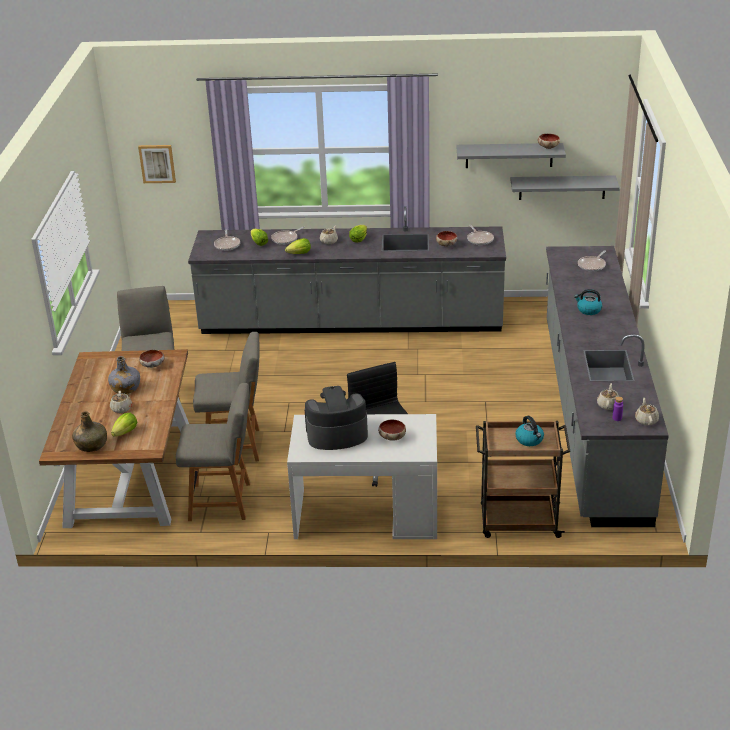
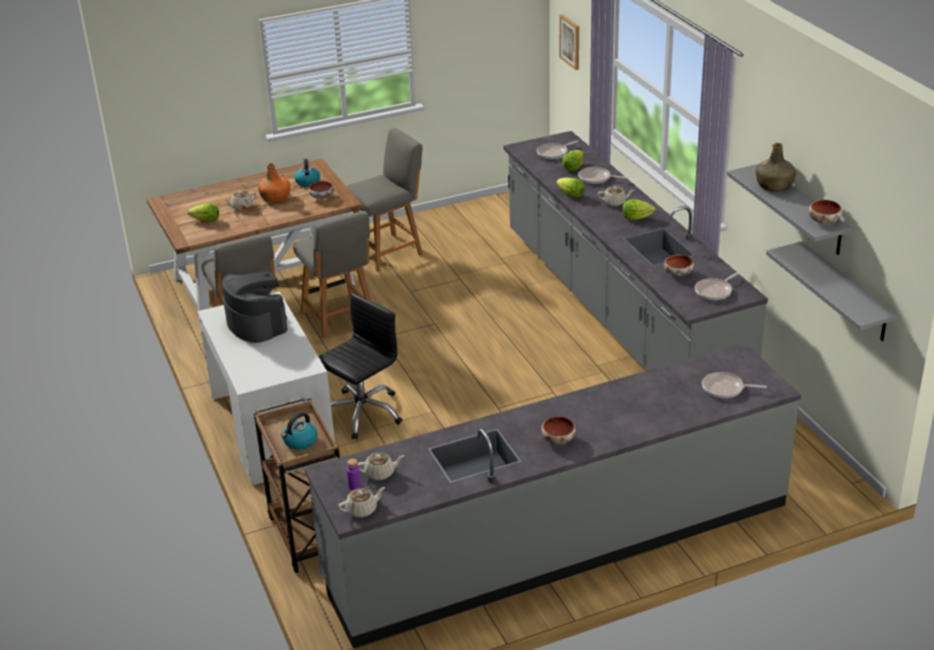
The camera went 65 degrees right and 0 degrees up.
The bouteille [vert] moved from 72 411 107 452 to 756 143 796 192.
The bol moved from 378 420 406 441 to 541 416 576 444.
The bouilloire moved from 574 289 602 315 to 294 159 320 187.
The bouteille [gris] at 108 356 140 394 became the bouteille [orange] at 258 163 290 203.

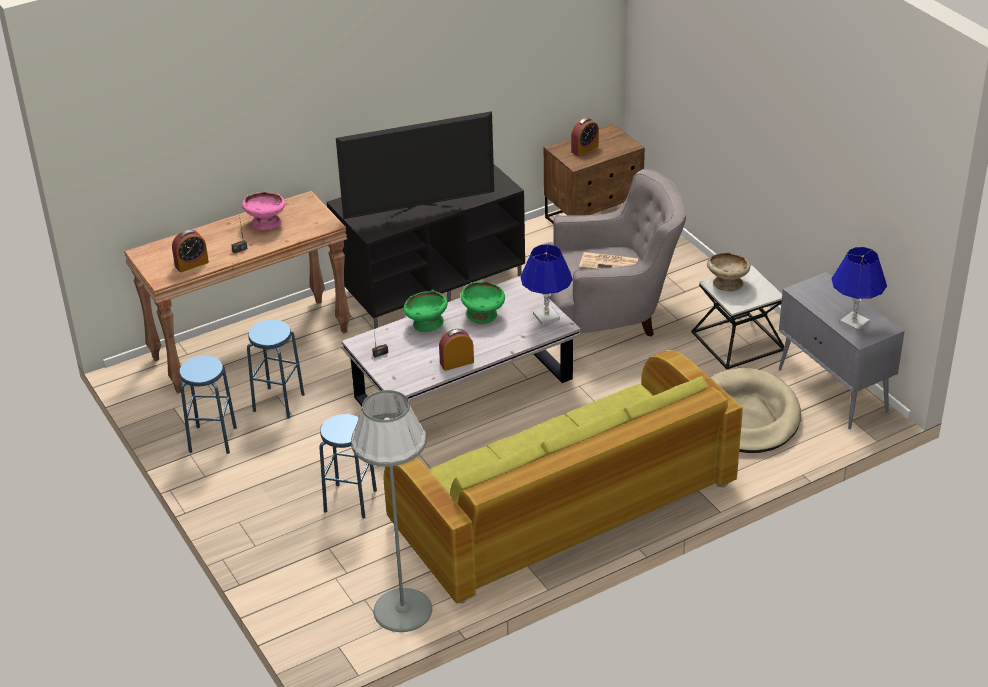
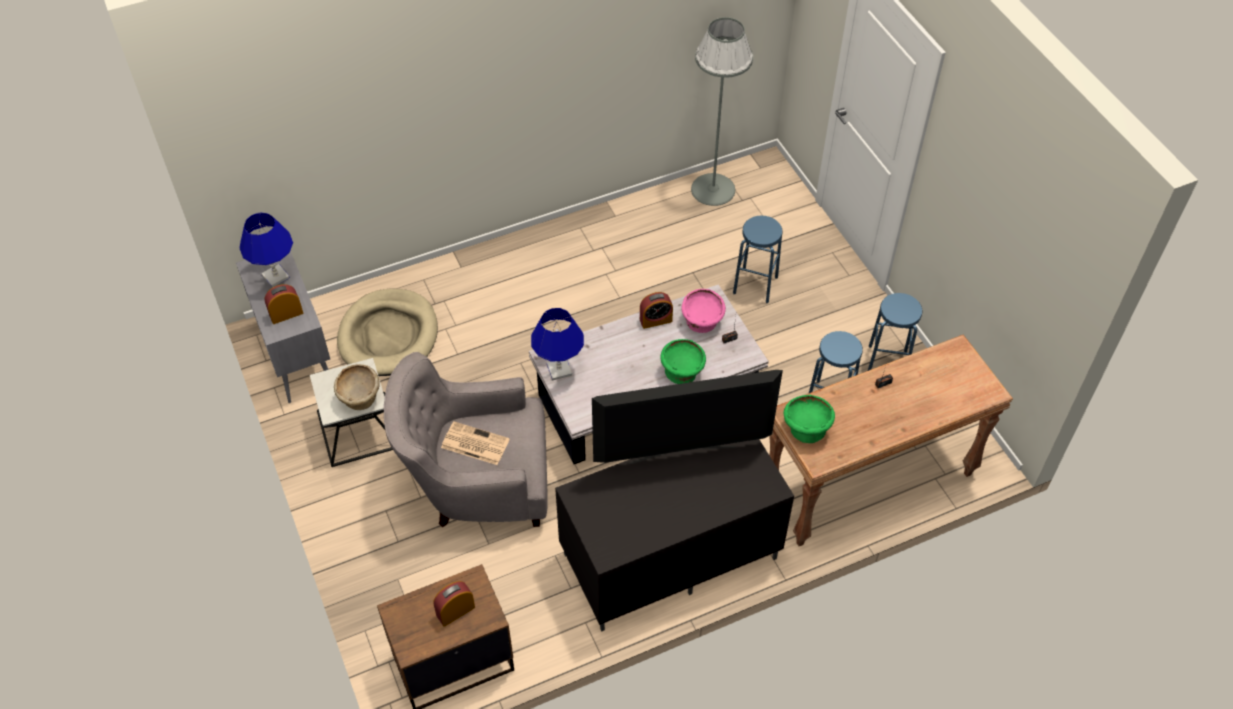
The camera went 175 degrees left and 15 degrees up.
The canapé [vert] at 384 350 743 604 disappeared.
The réveil moved from 172 230 209 273 to 264 284 303 324.
The bol [rose] moved from 242 191 286 230 to 681 289 726 333.
The bol [vert] moved from 460 281 505 324 to 784 395 835 443.

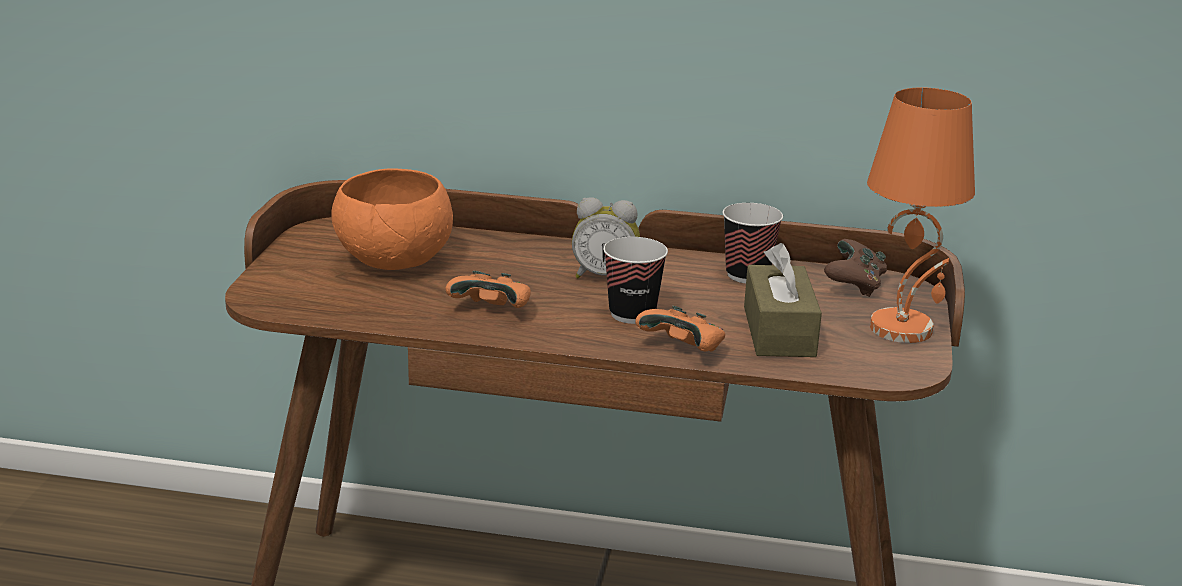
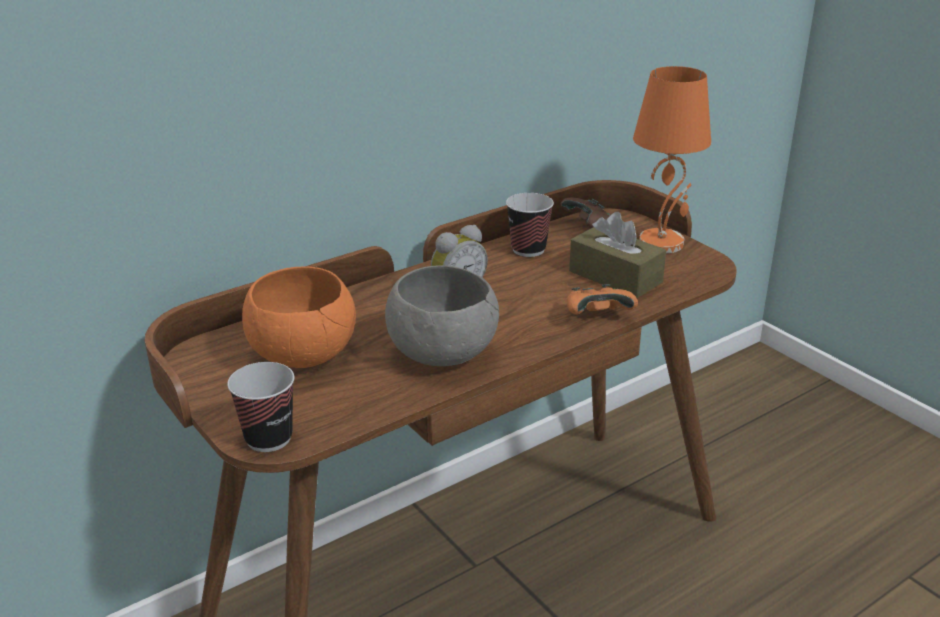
The camera went 45 degrees left and 5 degrees up.
The tasse moved from 603 237 668 324 to 227 362 294 452.
The manette [orange] at 445 271 531 308 was replaced by the bol [gris] at 385 265 499 366.

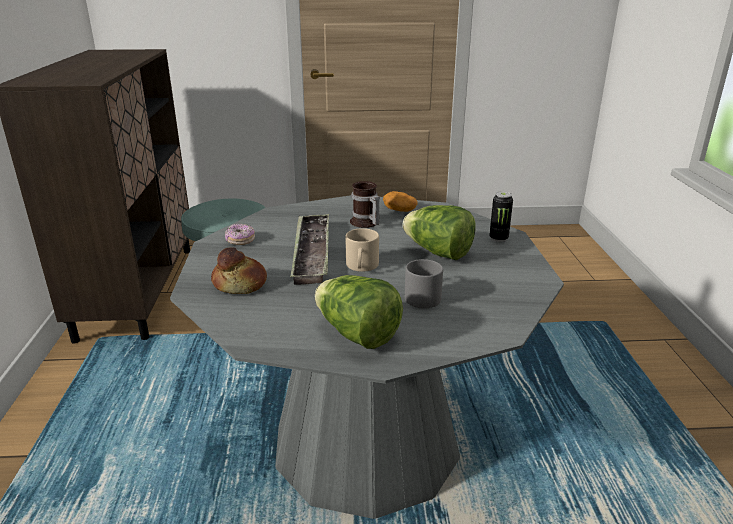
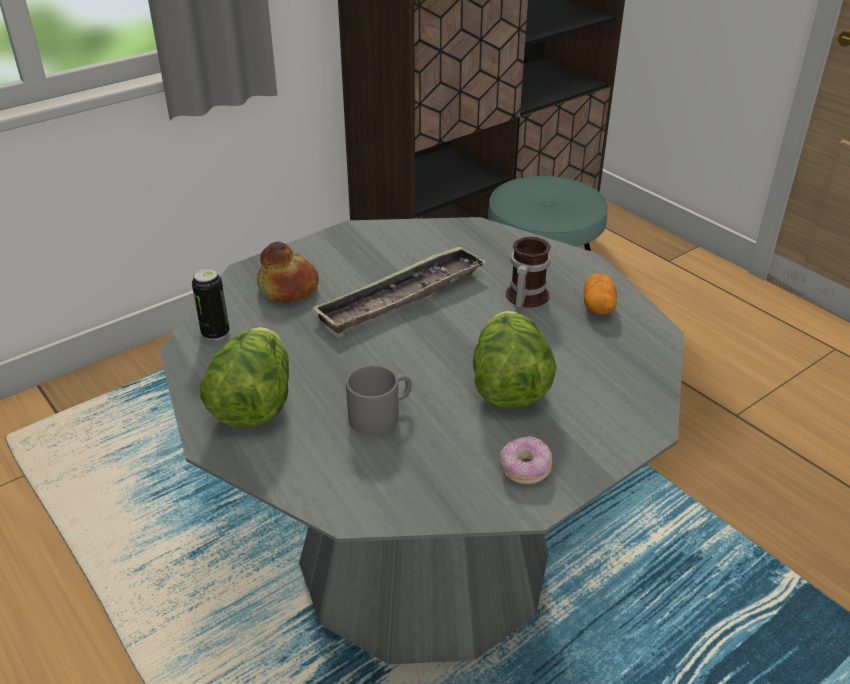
The camera went 55 degrees right and 10 degrees up.
The mug [beige] at 346 228 379 272 disappeared.
The beignet moved from 225 224 255 245 to 500 436 552 484.
The boîte métallique moved from 489 191 513 242 to 192 268 230 341.

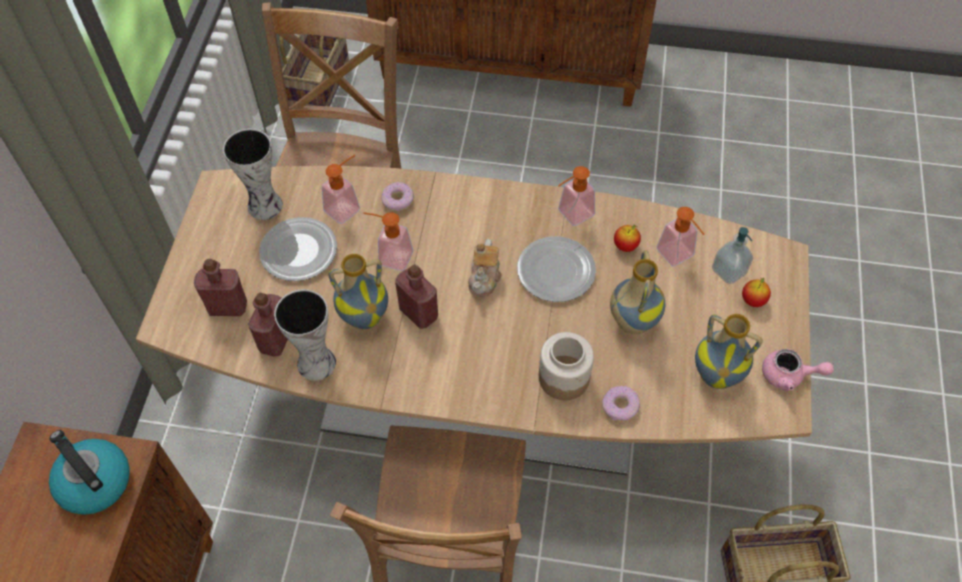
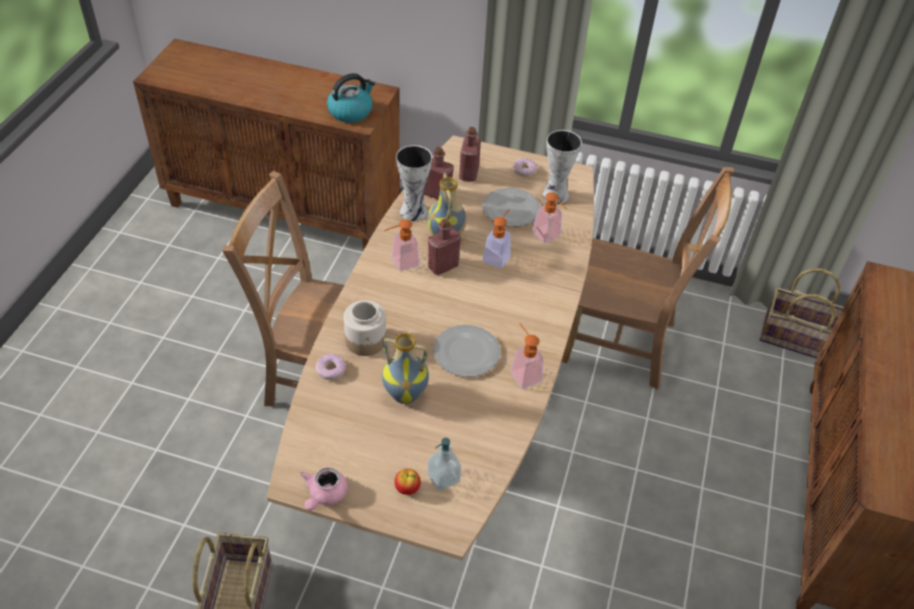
The camera went 95 degrees right and 10 degrees down.
The théière at 468 239 501 297 disappeared.
The pomme at 614 225 641 252 disappeared.
The vase at 695 314 763 389 disappeared.
The beignet moved from 381 182 414 211 to 513 158 538 177.
The distributeur de savon moved from 657 207 704 266 to 384 220 420 271.

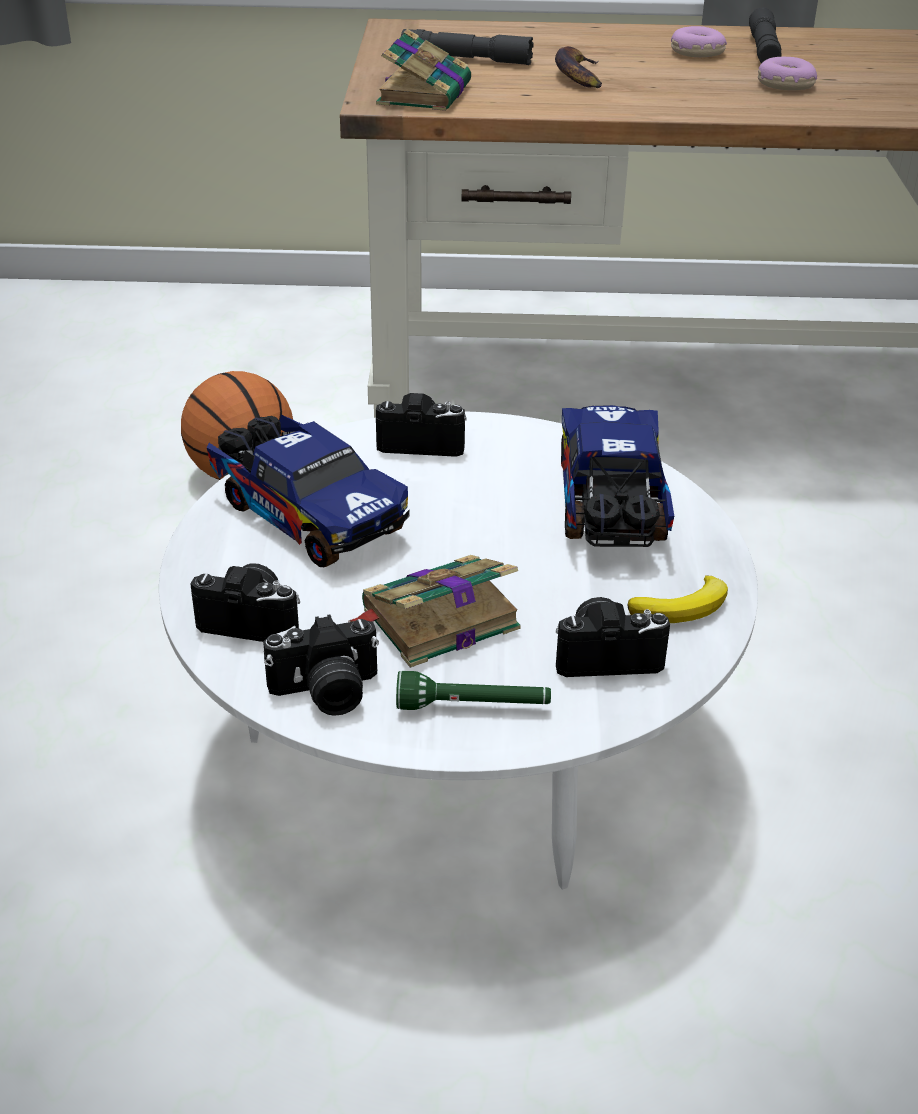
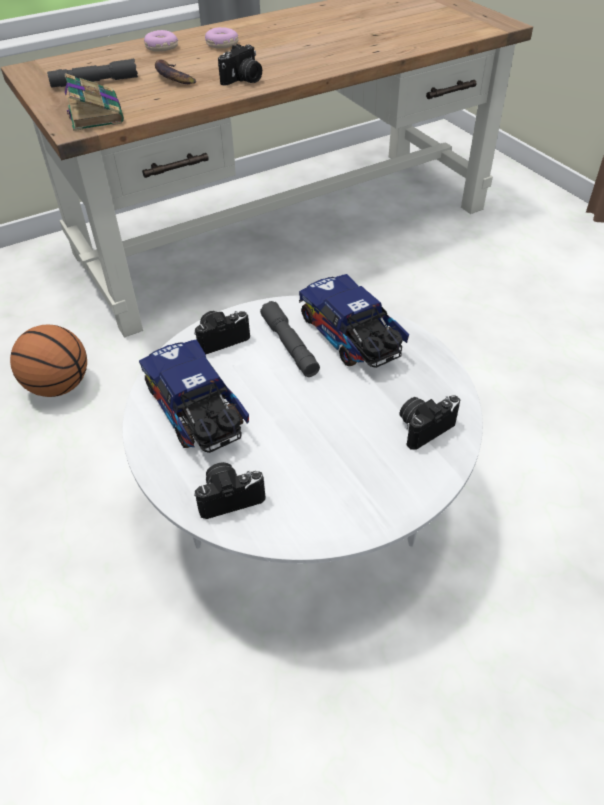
The camera went 30 degrees left and 10 degrees up.
The livre at 348 555 521 668 disappeared.
The lampe de poche [vert] at 396 671 551 710 disappeared.
The banane at 628 575 728 623 disappeared.
The appareil photo moved from 263 614 379 716 to 218 44 262 86.
The lampe de poche [gris] moved from 749 7 782 64 to 260 301 320 377.
The beignet moved from 758 57 817 90 to 144 30 178 52.
The camion jouet at 207 415 409 568 turned 135 degrees counterclockwise.

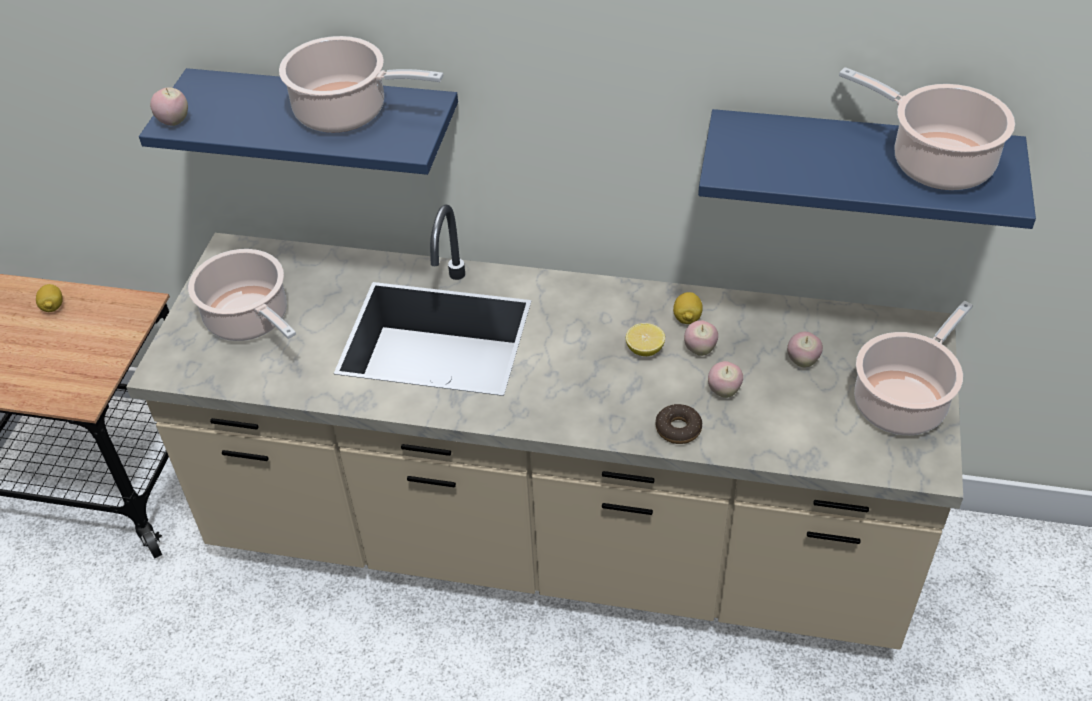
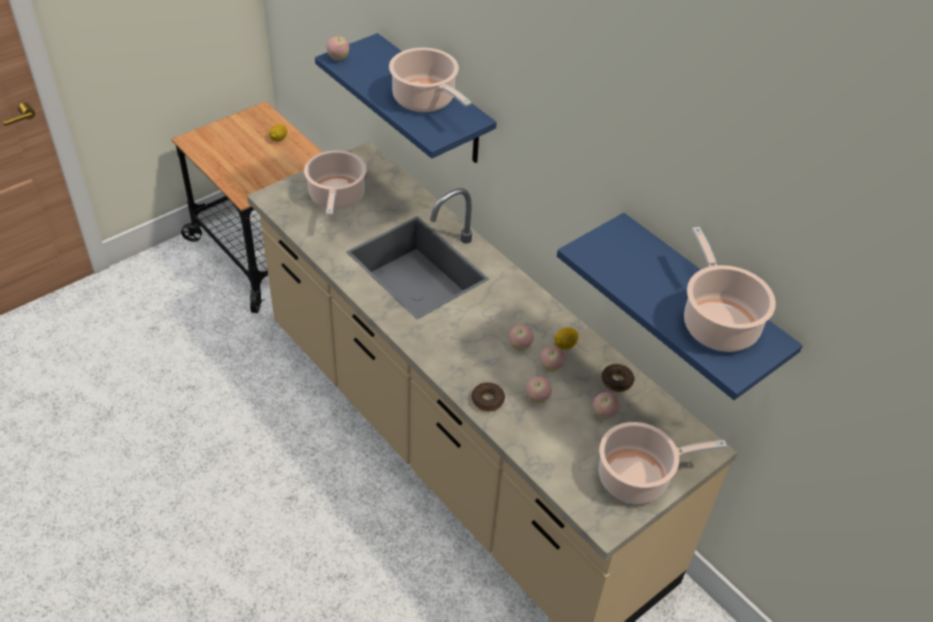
The camera went 35 degrees right and 0 degrees up.
The beignet at 602 364 634 392 appeared.
The citron at 626 323 665 356 was replaced by the pomme at 509 325 534 351.

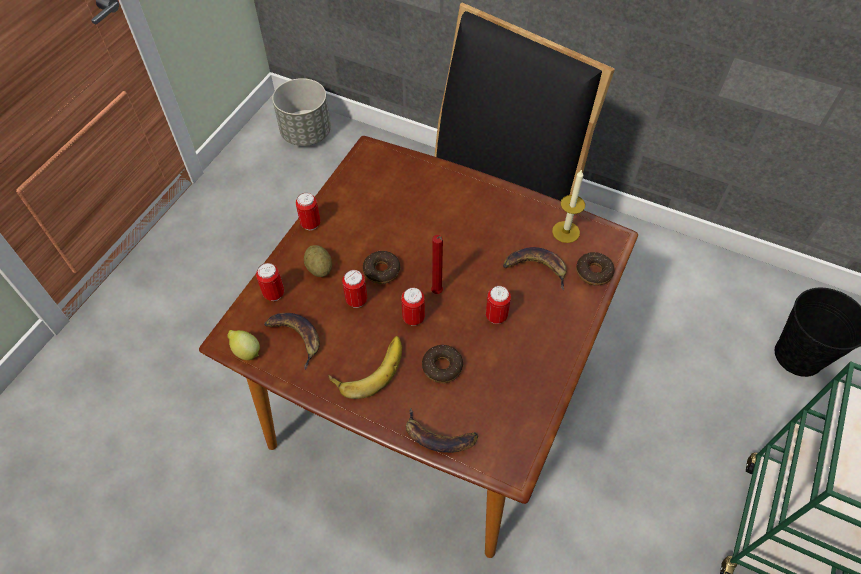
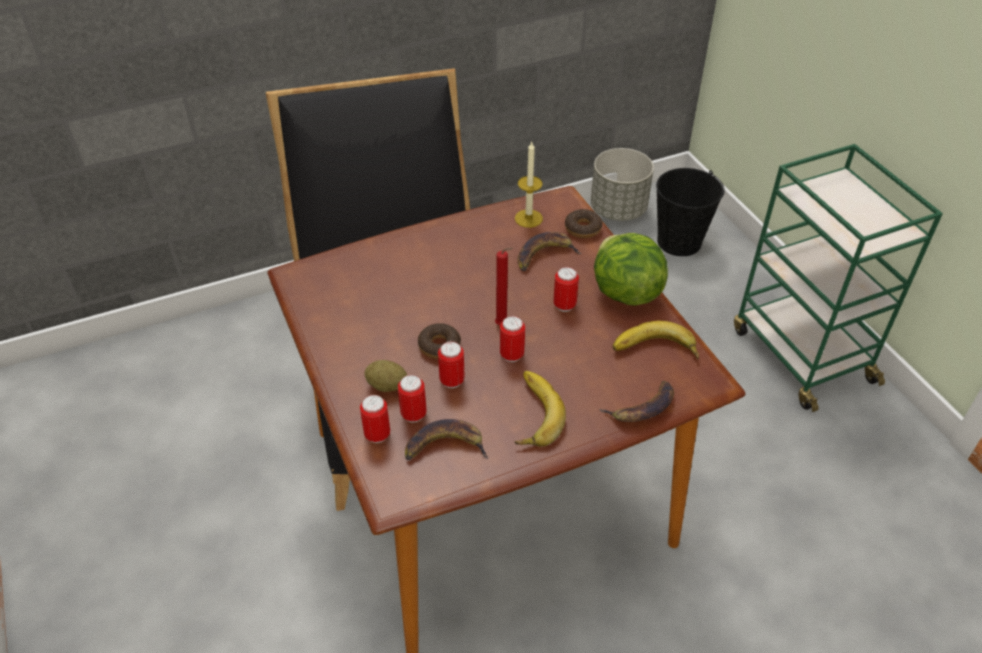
The camera went 50 degrees left and 10 degrees down.
The citron at 227 330 260 360 disappeared.
The beignet at 422 345 463 383 disappeared.
The laitue at 594 233 668 306 appeared.
The banane at 613 321 699 360 appeared.
The cache-pot [gris] moved from 272 78 331 146 to 591 148 654 221.
The boîte métallique moved from 296 193 321 230 to 398 375 427 422.

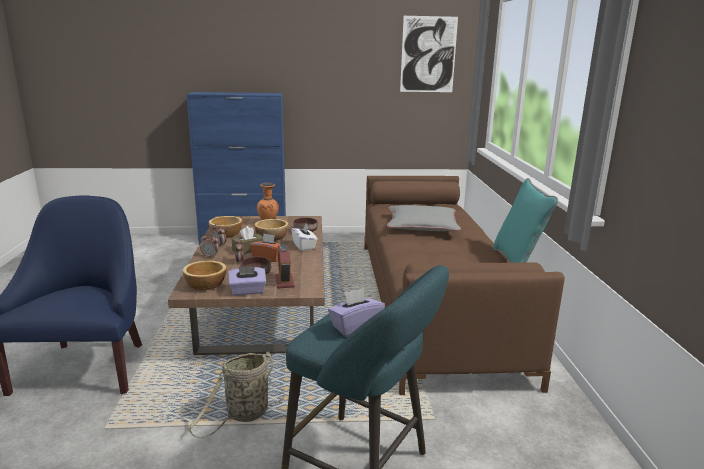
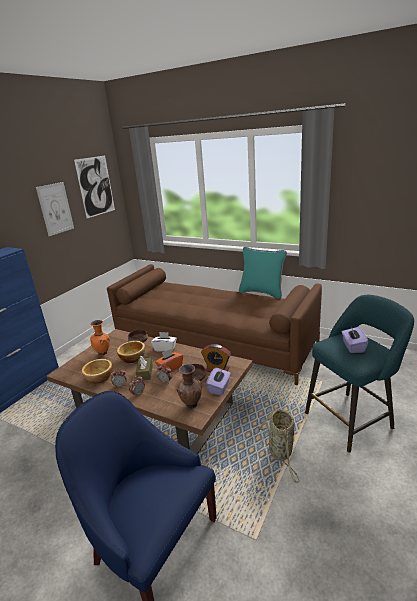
The camera went 55 degrees left and 5 degrees up.
The coussin [gris] at 387 205 461 231 disappeared.
The tableau at 36 182 74 236 appeared.
The bol at 183 261 227 290 was replaced by the vase [marron] at 176 364 202 409.

